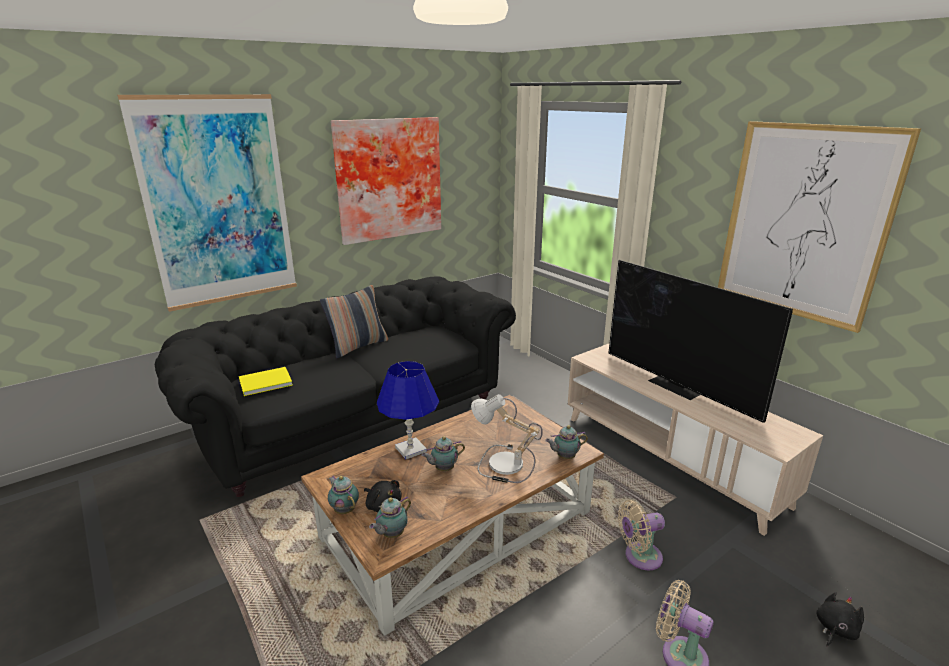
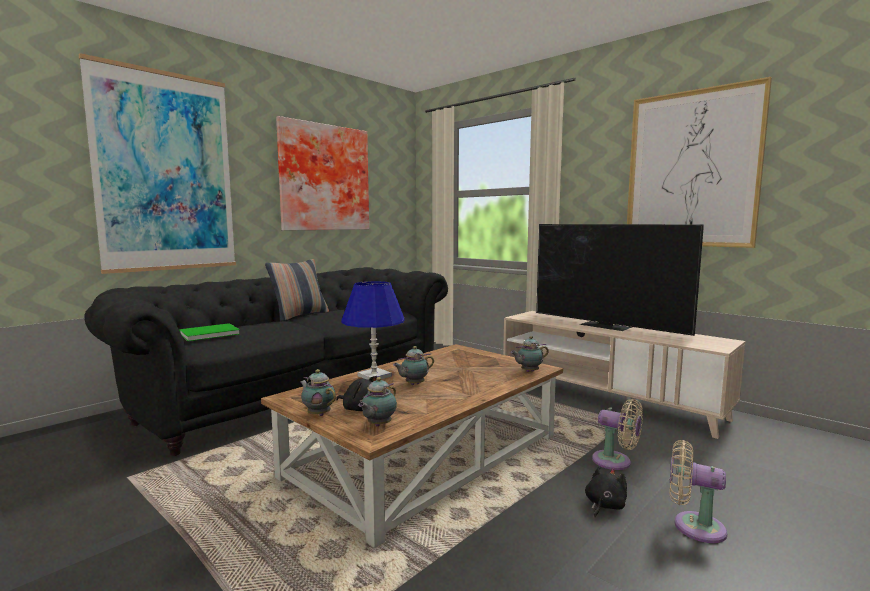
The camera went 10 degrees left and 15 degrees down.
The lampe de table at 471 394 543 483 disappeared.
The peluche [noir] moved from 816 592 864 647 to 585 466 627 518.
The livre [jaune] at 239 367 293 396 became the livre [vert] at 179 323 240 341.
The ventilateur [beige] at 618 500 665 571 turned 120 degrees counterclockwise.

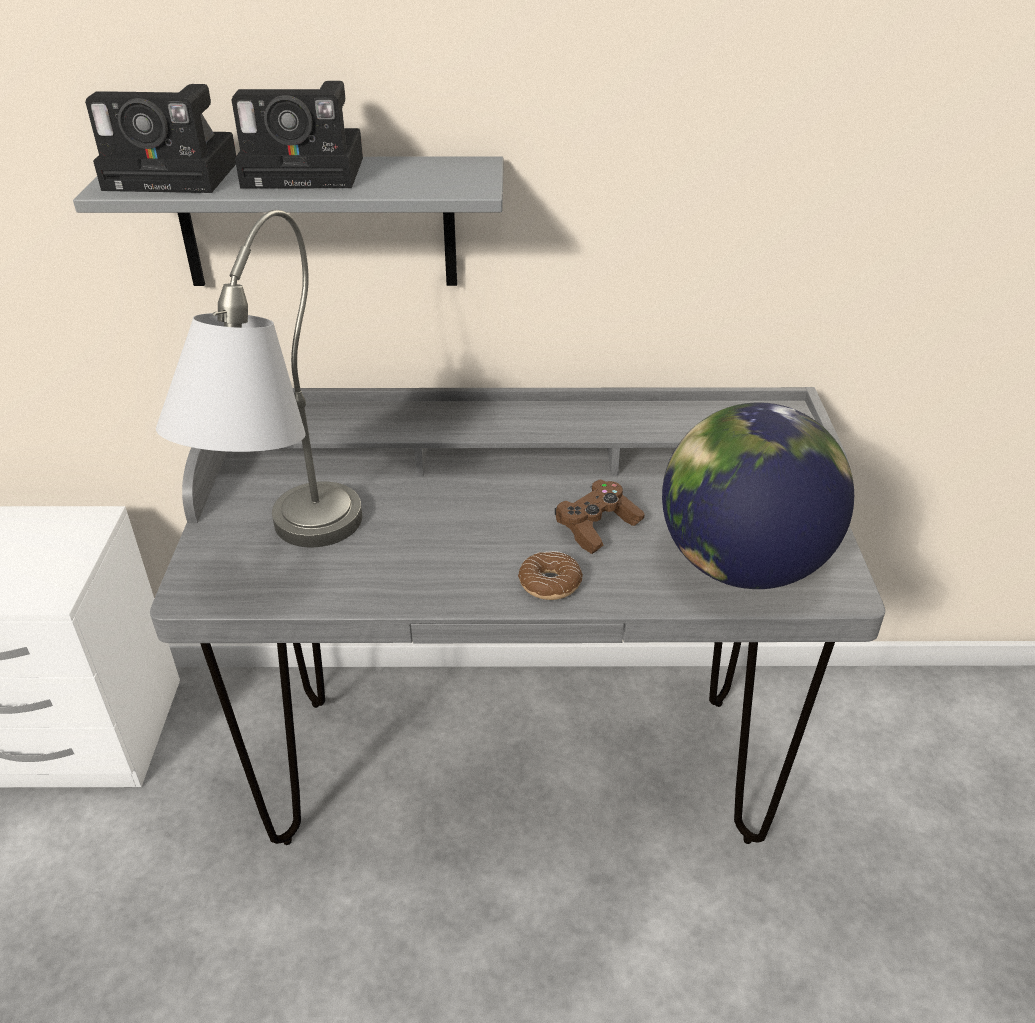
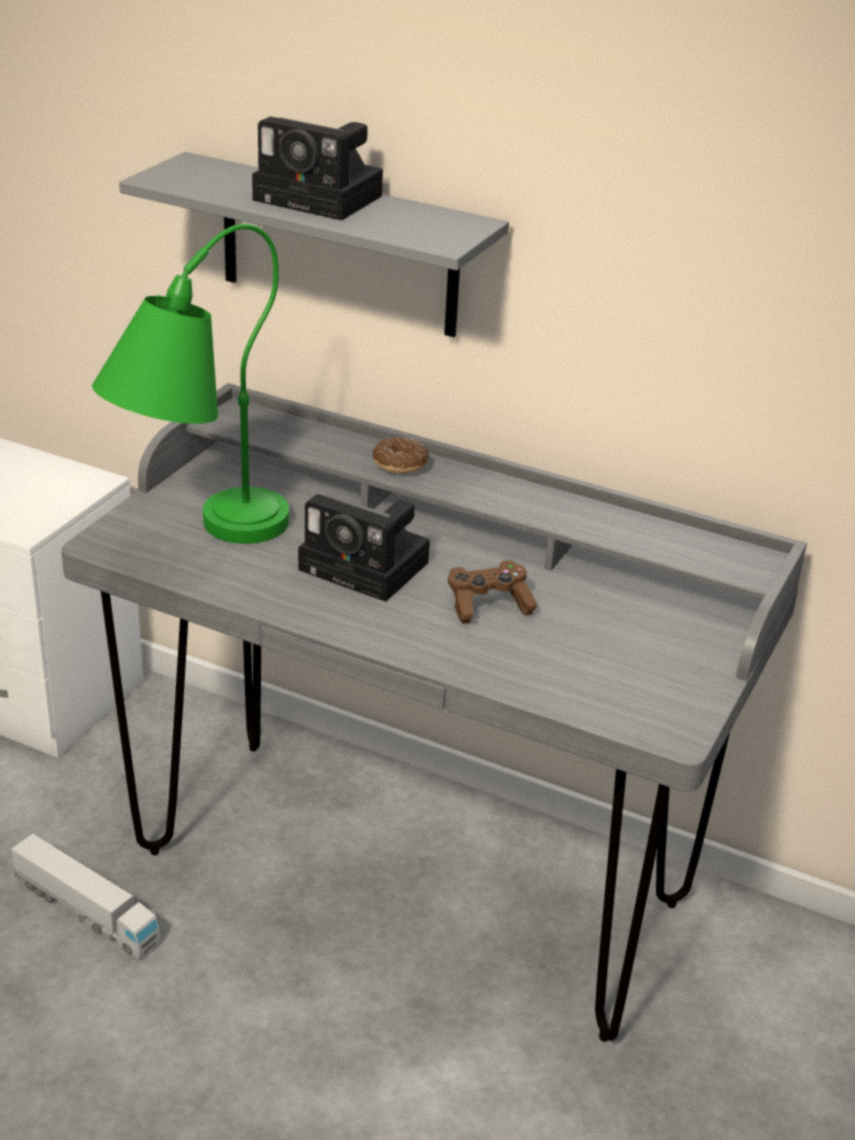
The camera went 25 degrees right and 5 degrees down.
The globe at 662 403 854 589 disappeared.
The camion jouet at 11 833 160 959 appeared.
The appareil photo moved from 85 84 236 193 to 298 494 430 602.
The beignet moved from 518 551 583 600 to 373 437 429 474.
The lampe de table [gris] at 156 210 362 547 became the lampe de table [vert] at 92 224 289 544.

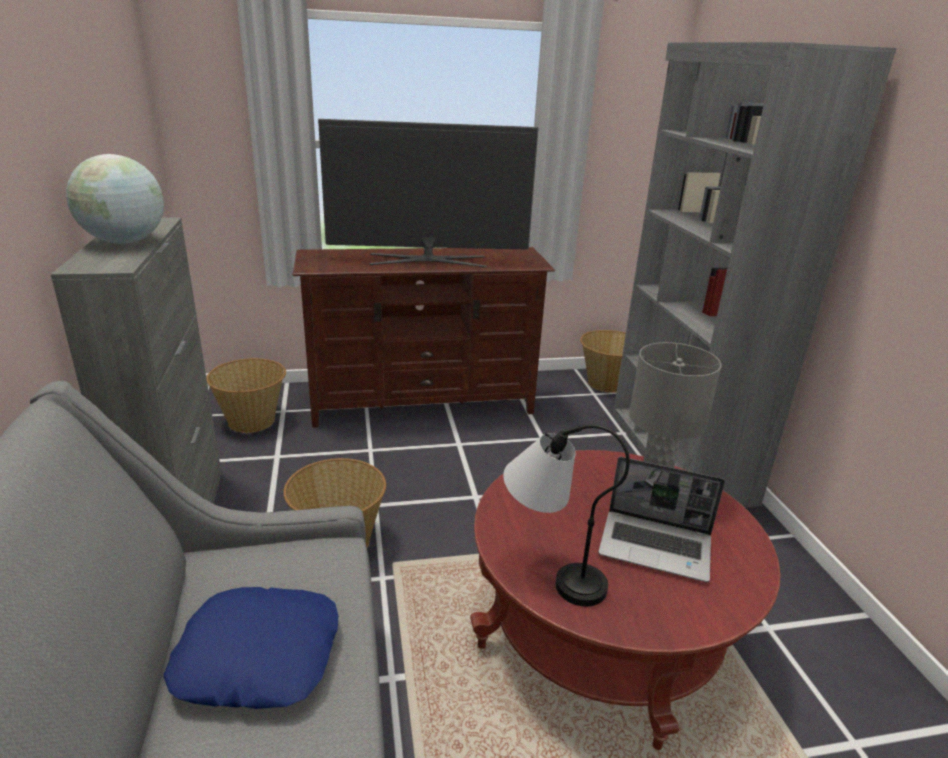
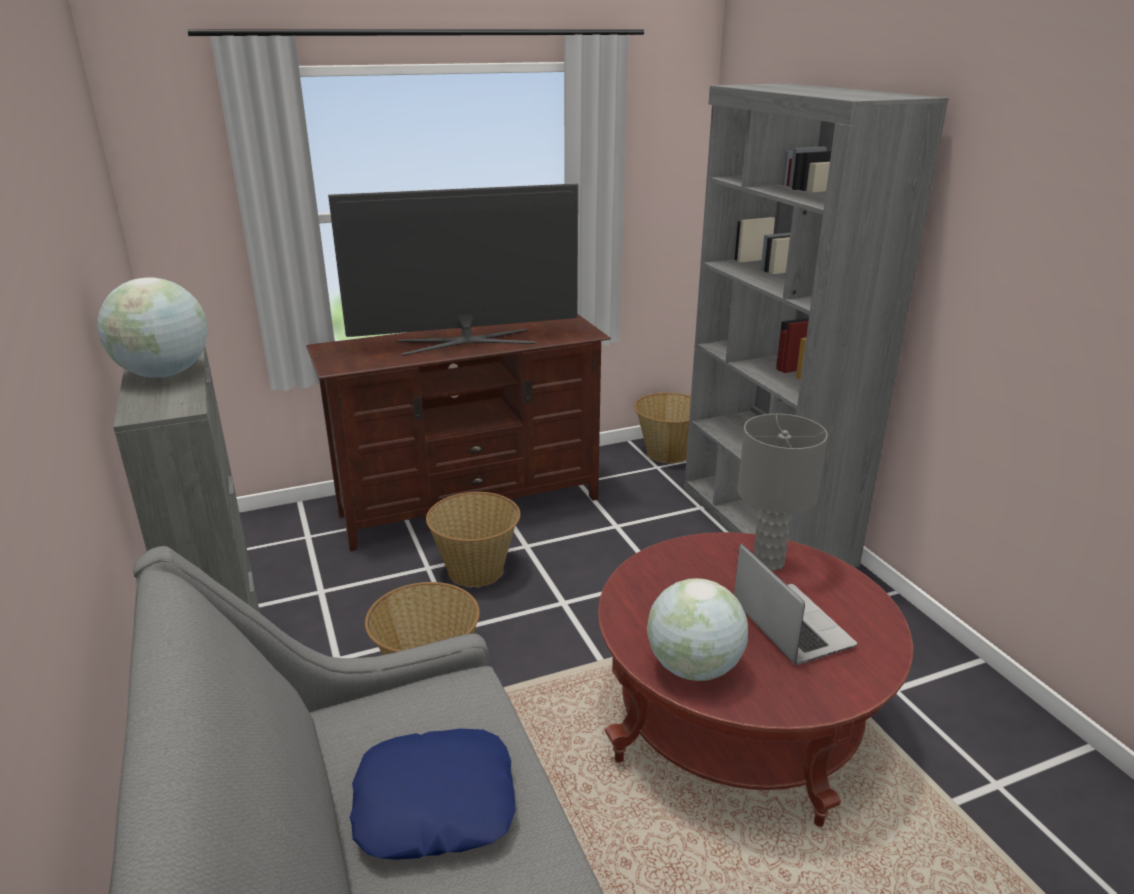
The camera went 10 degrees left and 0 degrees up.
The panier moved from 206 358 286 433 to 426 492 521 587.
The lampe de table at 503 425 630 606 was replaced by the globe at 647 578 748 681.
The ordinateur portable at 598 457 725 582 turned 120 degrees counterclockwise.

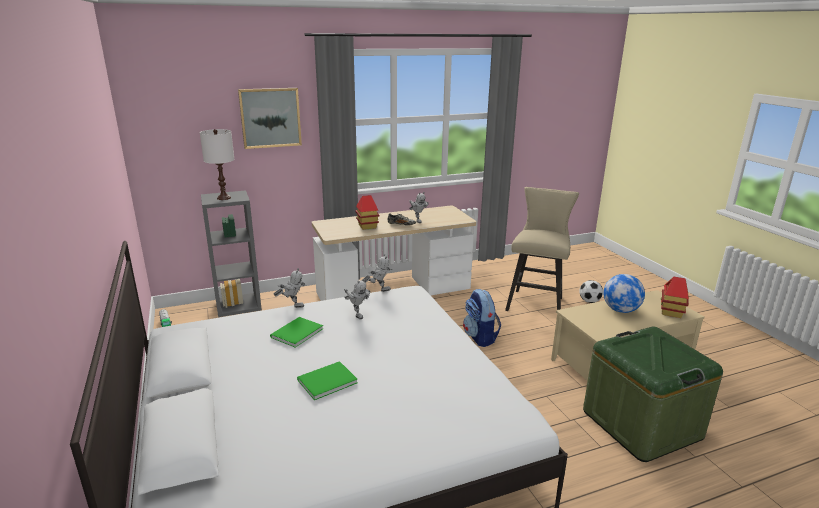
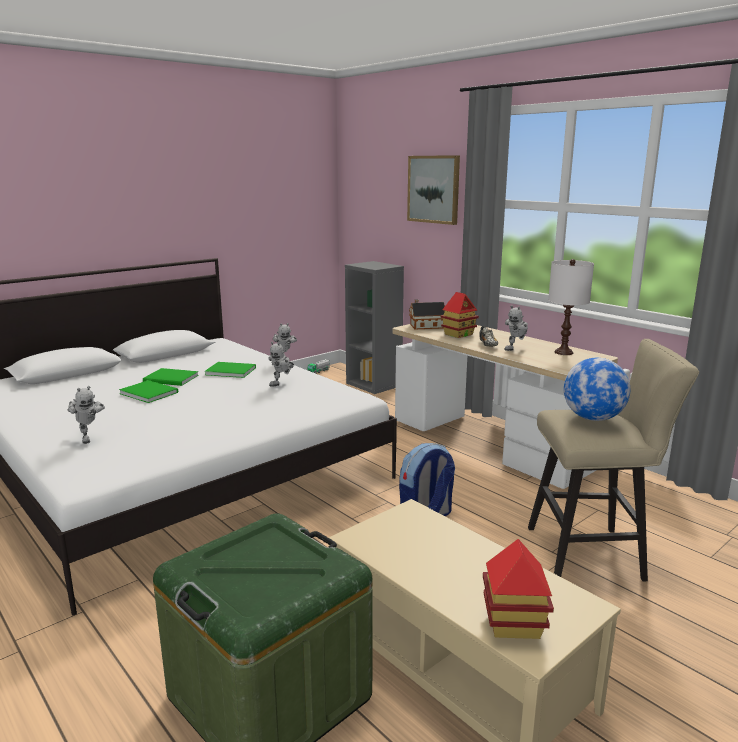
The camera went 70 degrees right and 5 degrees down.
The ballon de foot at 579 280 603 303 disappeared.
The livre [vert] at 143 368 199 386 appeared.
The maison miniature at 409 299 445 329 appeared.
The lampe de table [blanc] moved from 200 129 235 200 to 548 259 594 355.
The robot jouet moved from 362 254 392 292 to 68 386 105 444.
The globe moved from 603 274 645 313 to 564 358 630 421.

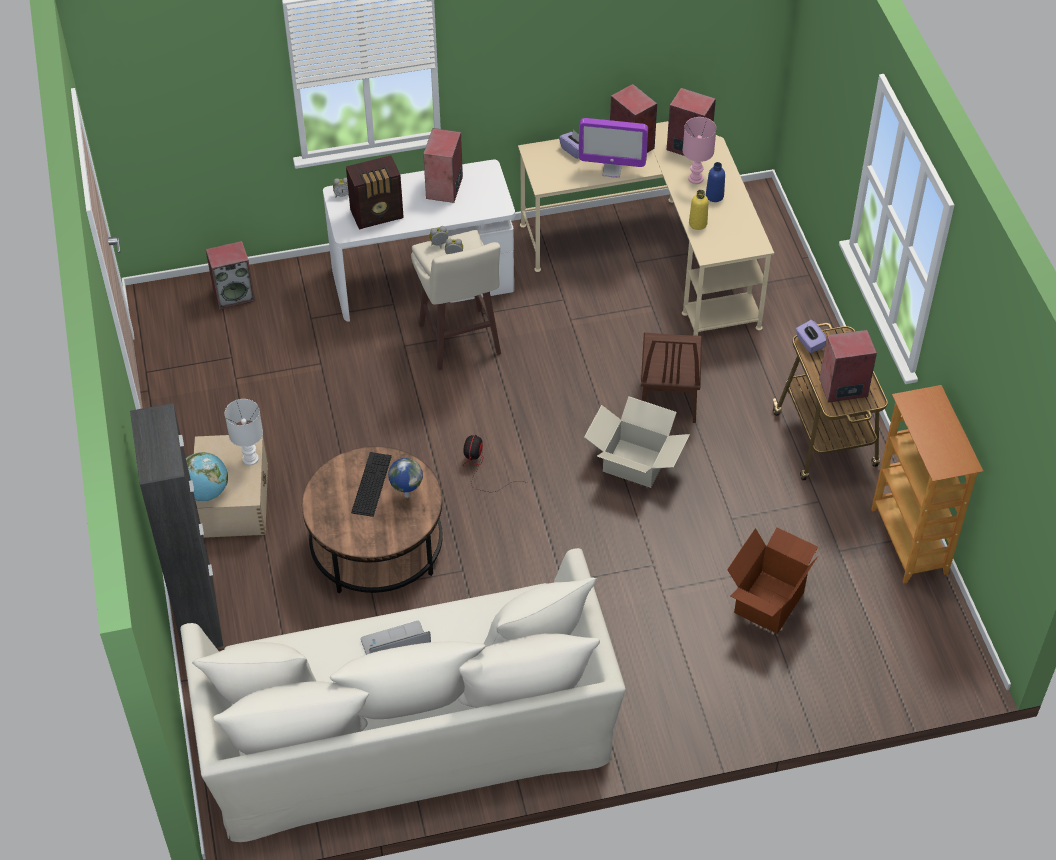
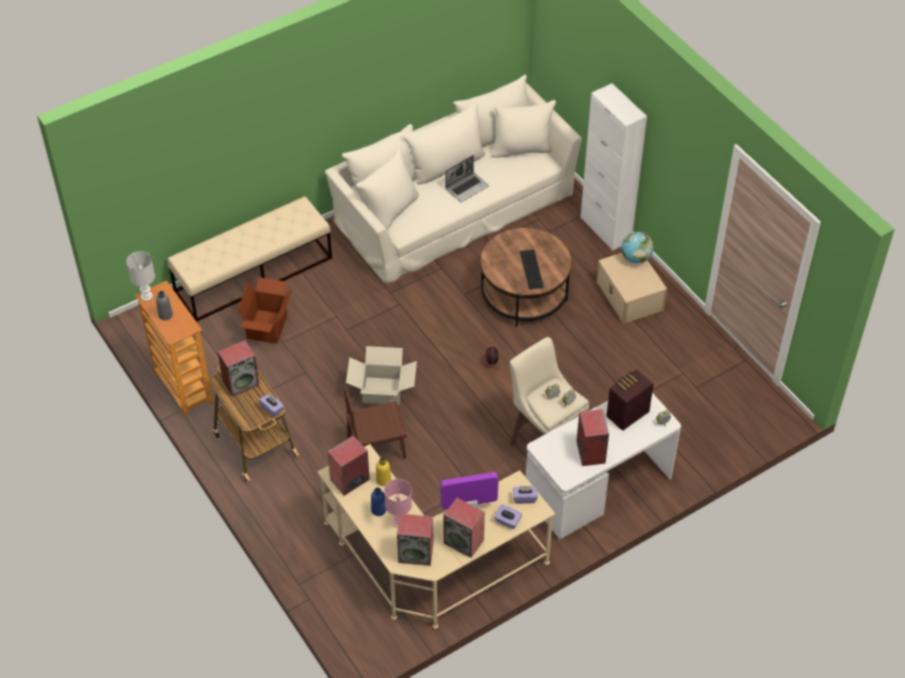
The camera went 160 degrees right and 0 degrees up.
The globe at 388 458 423 498 disappeared.
The bouteille [gris] at 156 291 173 320 appeared.
The banc [beige] at 167 196 332 322 appeared.
The boîte à mouchoirs [violet] at 513 486 538 504 appeared.
The enceinte moved from 206 241 255 310 to 327 435 370 496.
The lampe de table [blanc] moved from 225 399 263 465 to 126 251 155 301.
The meuble de rangement [noir] at 130 403 223 653 became the meuble de rangement [blanc] at 580 83 647 251.
The chaise [marron] at 641 333 702 423 turned 90 degrees counterclockwise.

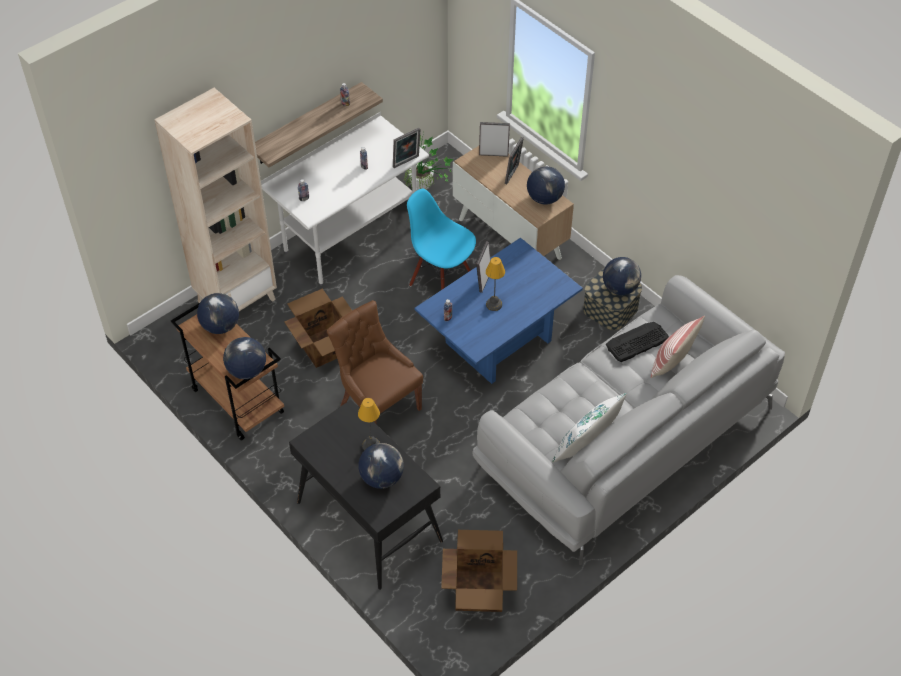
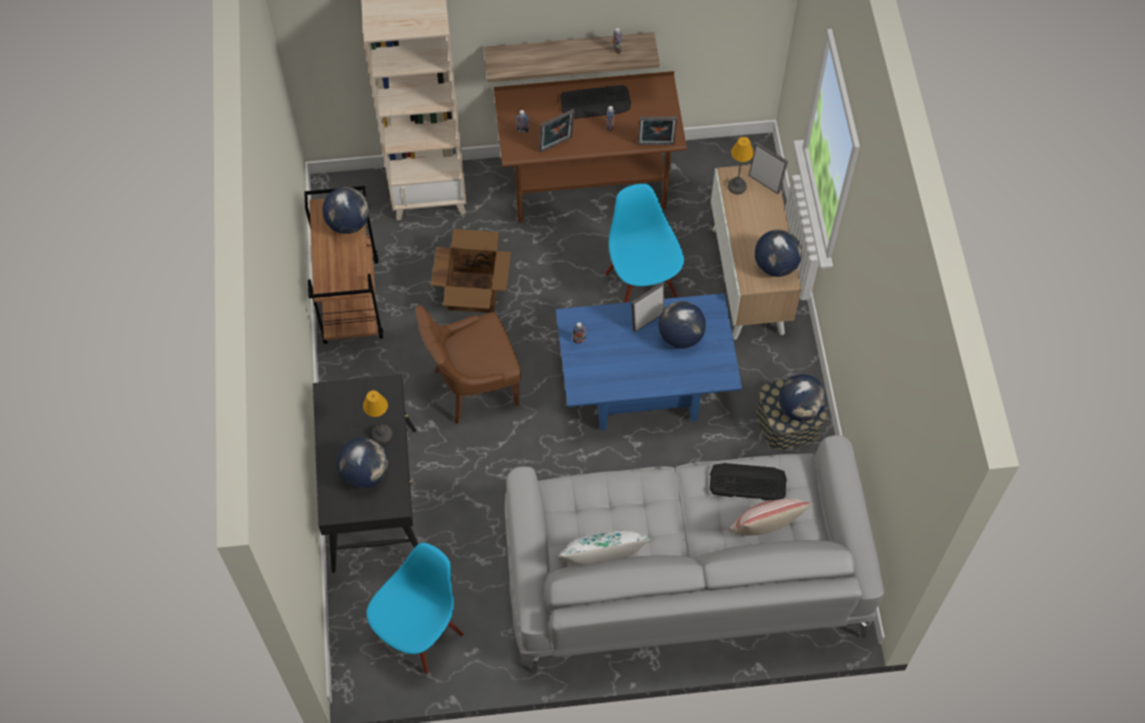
The camera went 35 degrees right and 10 degrees up.
The plante en pot at 403 133 453 190 disappeared.
The clavier at 560 85 631 119 appeared.
The globe moved from 223 337 266 379 to 658 301 706 349.
The lampe de table moved from 486 257 505 311 to 728 137 754 194.
The cadre photo moved from 505 137 524 184 to 539 109 574 152.
The carton at 441 530 517 612 was replaced by the chaise [bleu] at 366 543 464 674.
The bureau [blanc] at 261 112 429 286 became the bureau [marron] at 494 71 687 224.
The chaise [marron] at 327 300 423 424 turned 105 degrees counterclockwise.

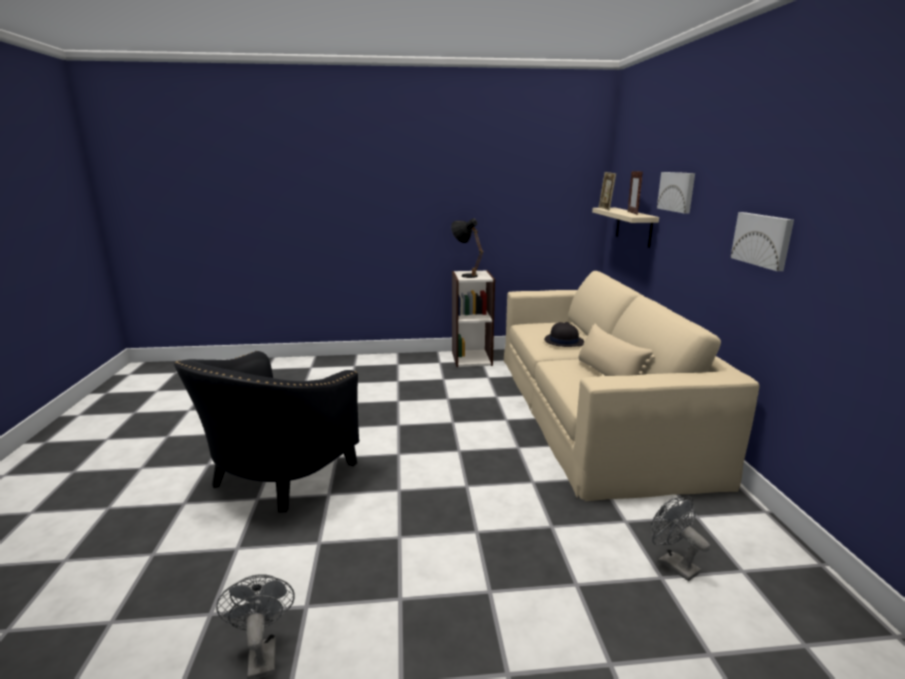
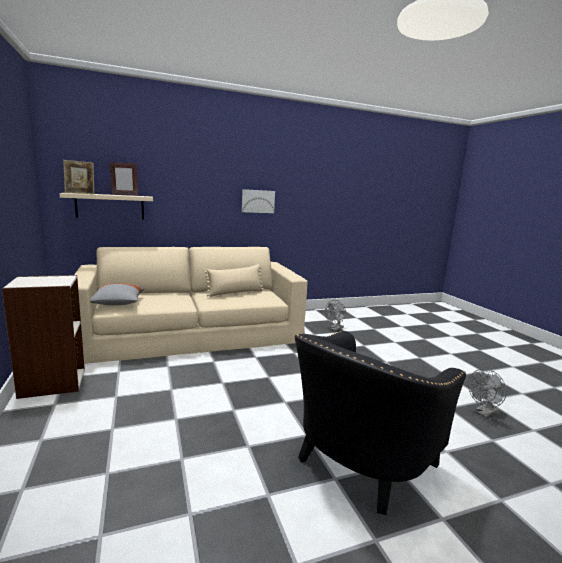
The camera went 105 degrees left and 5 degrees down.
The lampe de table [noir] at 451 218 484 278 disappeared.
The chapeau [noir] at 544 322 584 347 disappeared.
The tableau at 657 172 695 214 disappeared.
The coussin [gris] at 91 283 144 305 appeared.
The fauteuil [noir] at 174 351 359 513 turned 120 degrees clockwise.

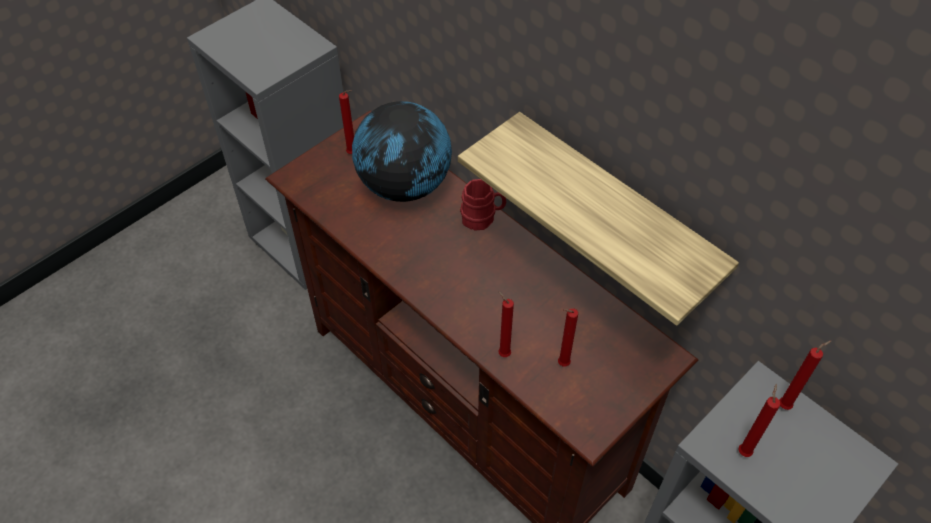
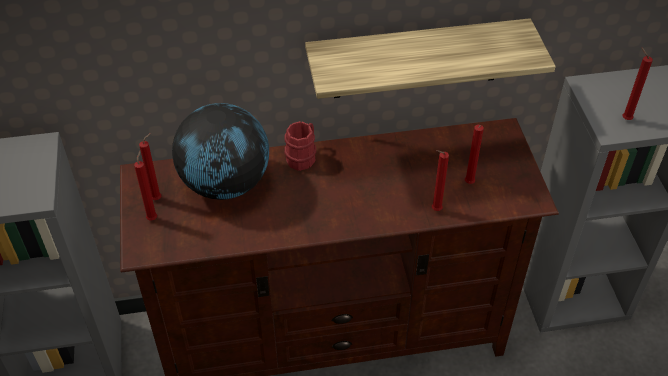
The camera went 55 degrees left and 5 degrees down.
The bougie [rouge] moved from 779 341 831 410 to 134 151 157 220.

